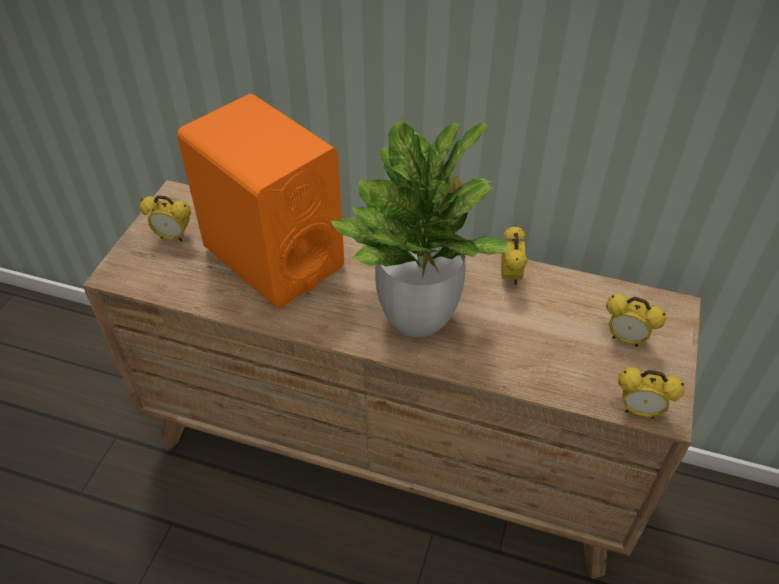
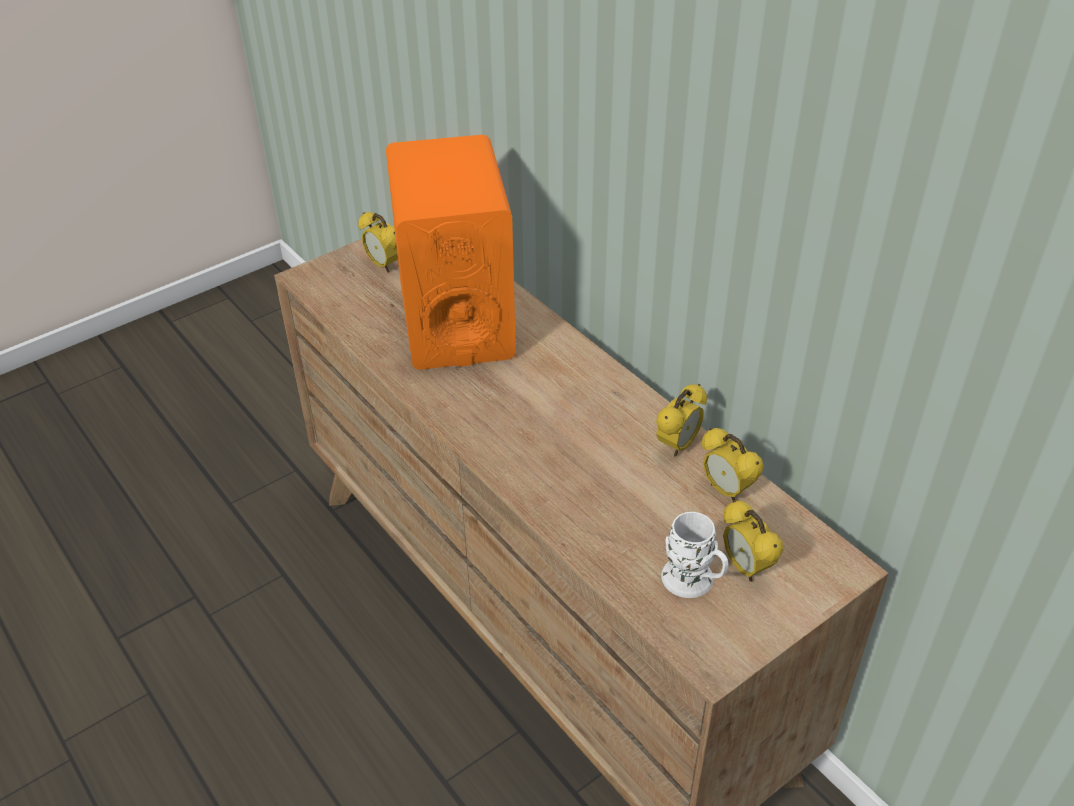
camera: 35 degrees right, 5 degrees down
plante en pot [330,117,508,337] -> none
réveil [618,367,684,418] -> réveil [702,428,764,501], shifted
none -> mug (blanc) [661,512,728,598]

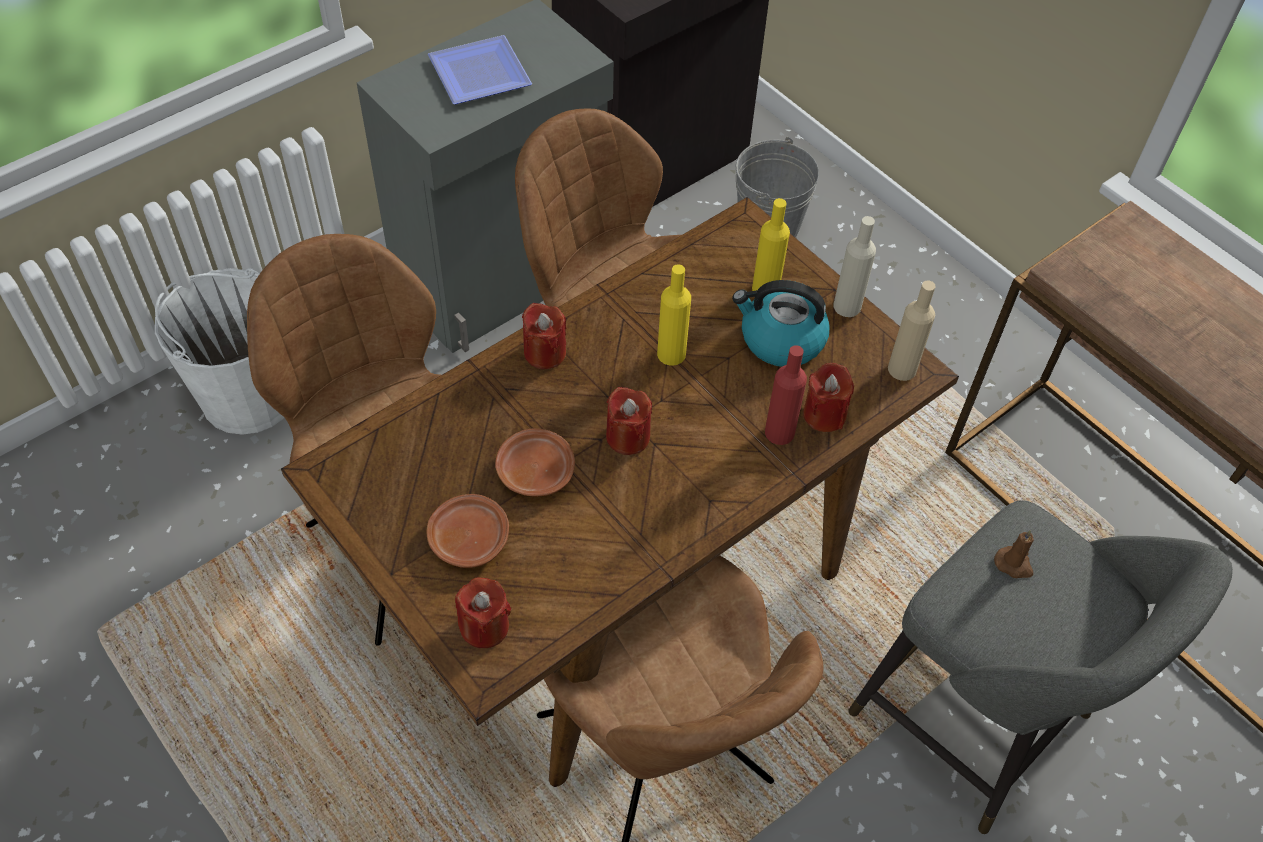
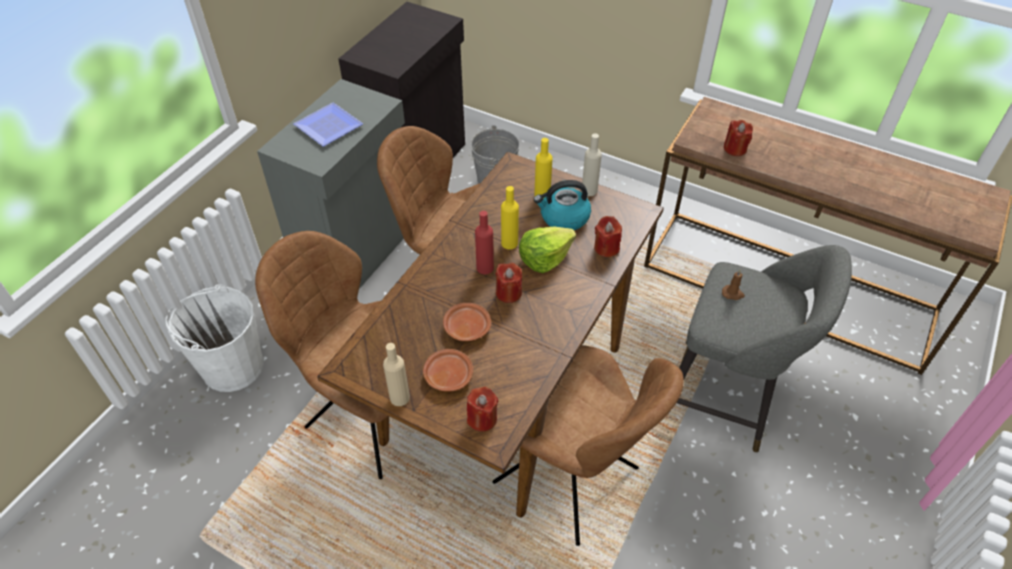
camera: 20 degrees left, 5 degrees down
bouteille (beige) [888,280,936,381] -> bouteille (beige) [383,343,410,406], shifted
bougie (rouge) [522,303,566,369] -> bougie (rouge) [724,120,753,156], shifted
bouteille (rouge) [765,345,807,445] -> bouteille (rouge) [475,211,494,274], shifted
none -> laitue [519,226,576,273]

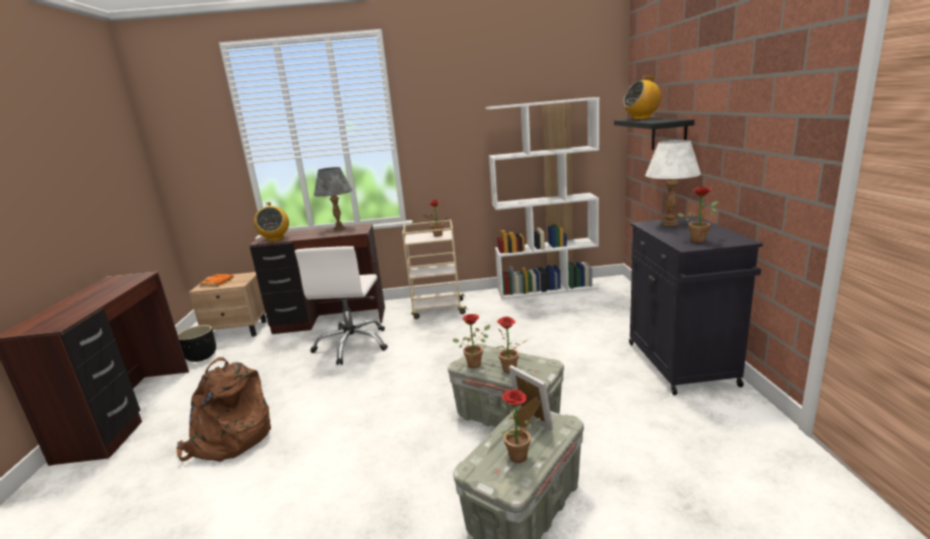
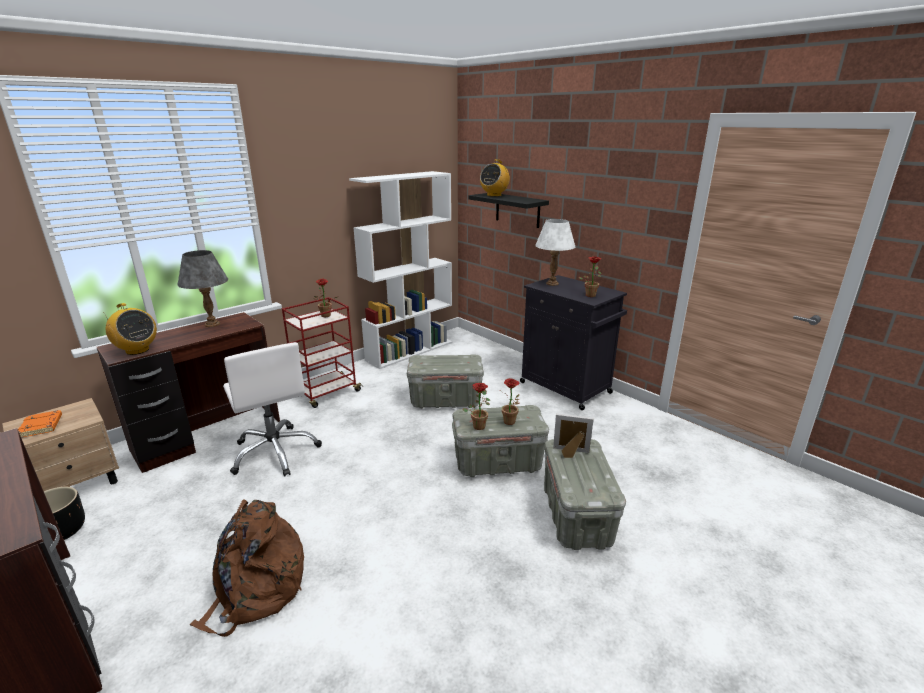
camera: 40 degrees left, 5 degrees up
chariot (beige) [402,220,468,319] -> chariot (rouge) [282,297,363,408]
plante en pot [501,389,541,463] -> none
none -> boîte de rangement (gris) [407,355,484,409]

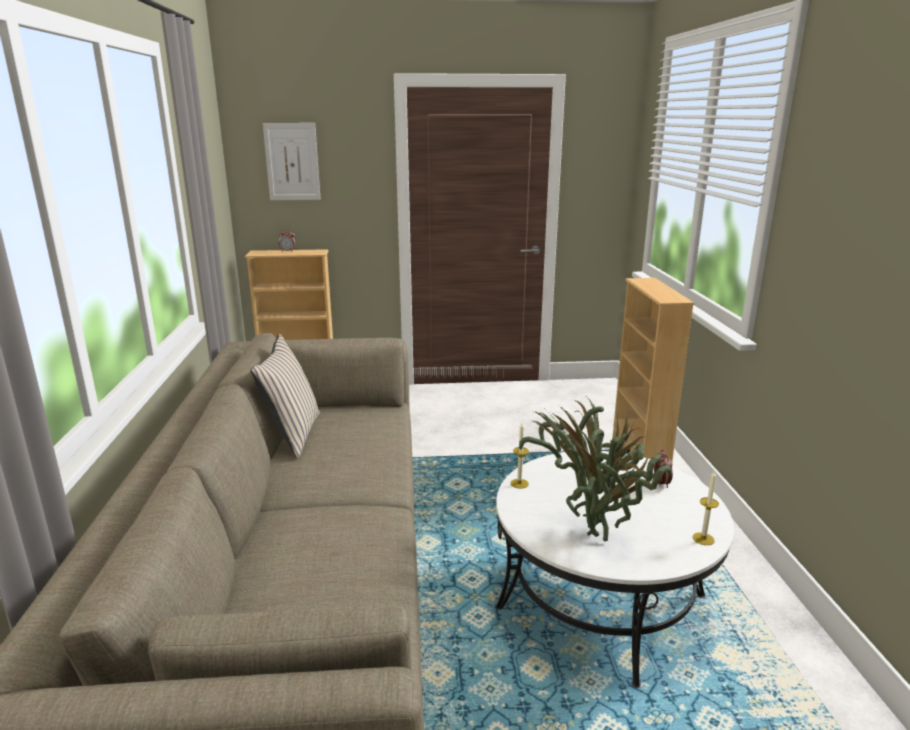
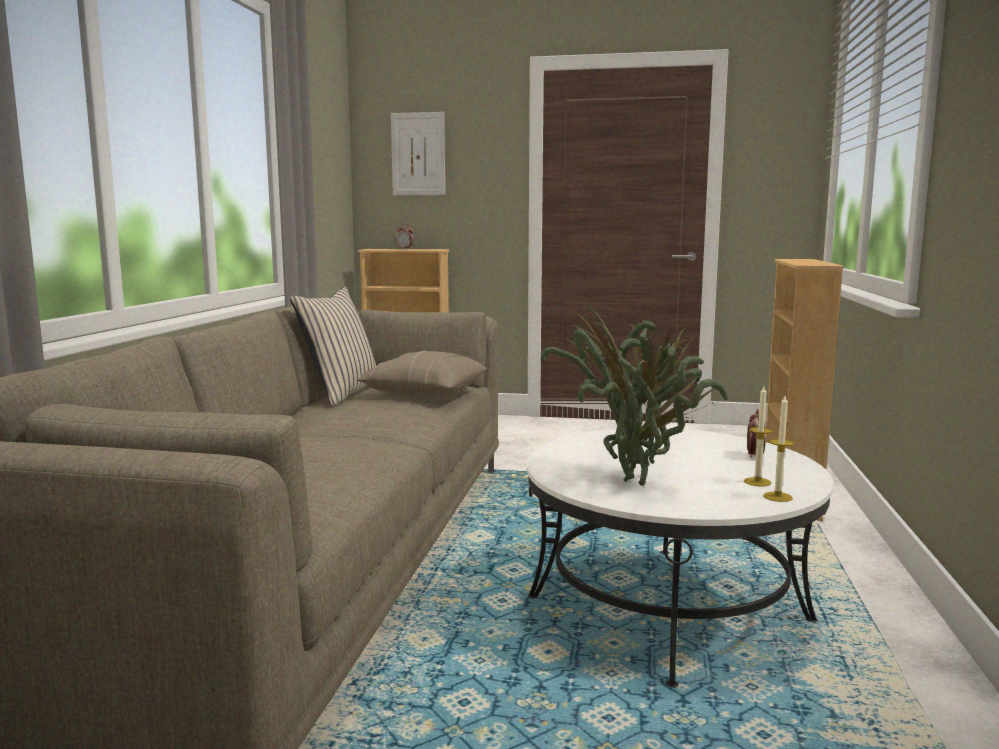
camera: 15 degrees right, 10 degrees down
bougie [511,423,529,489] -> bougie [744,386,773,487], shifted
none -> coussin (beige) [357,351,487,397]

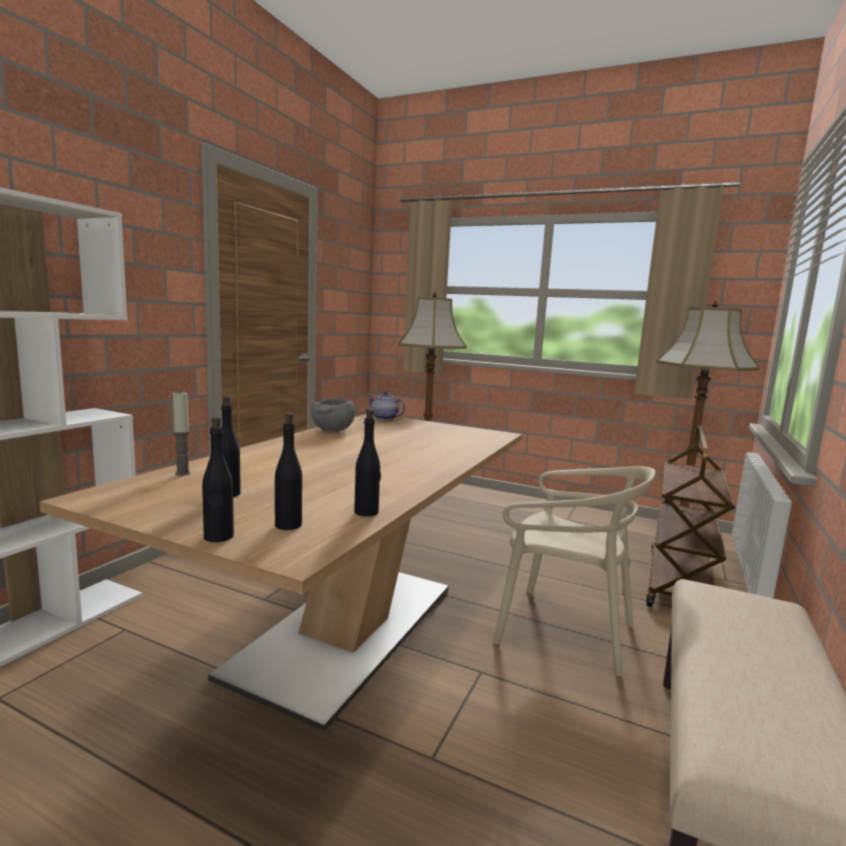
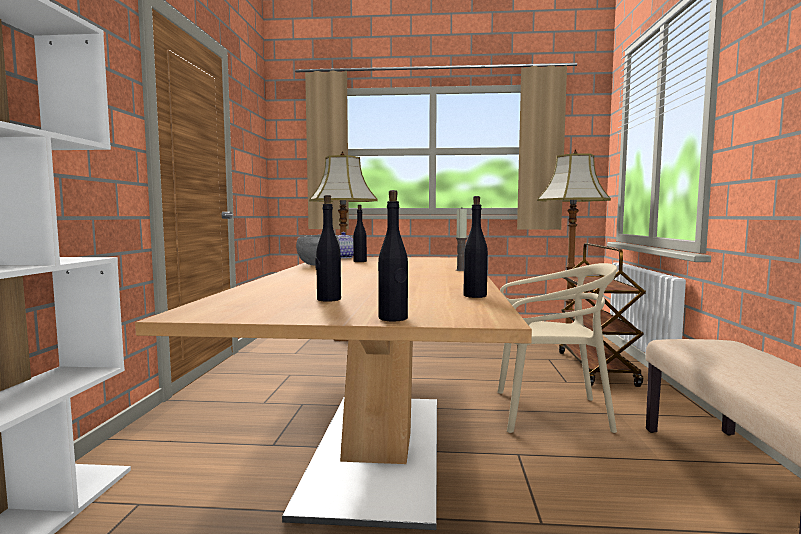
camera: 20 degrees left, 5 degrees down
bougie [173,391,191,476] -> bougie [456,209,467,271], shifted
bouteille (noir) [275,413,302,530] -> bouteille (noir) [353,205,367,262], shifted

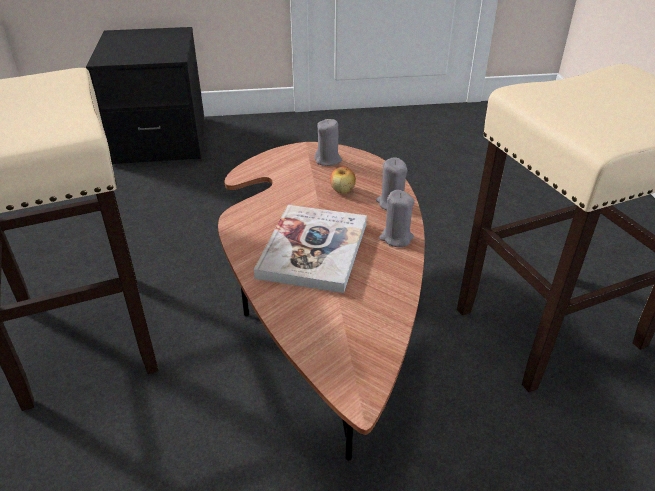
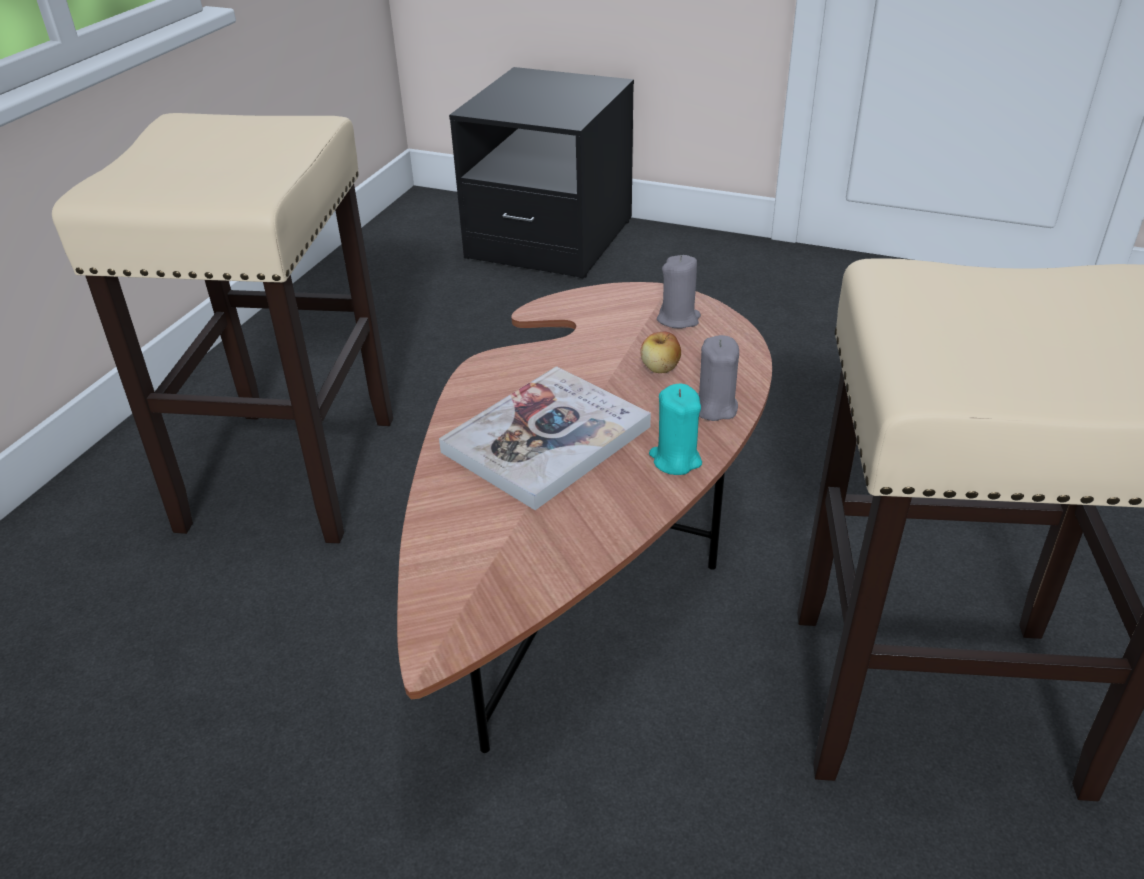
camera: 30 degrees right, 0 degrees up
bougie (gris) [379,190,415,247] -> bougie (turquoise) [649,384,702,475]

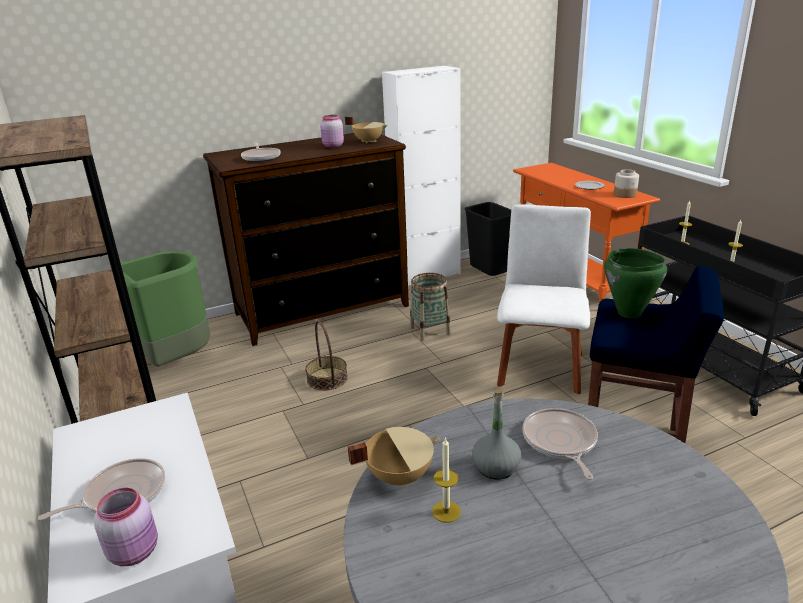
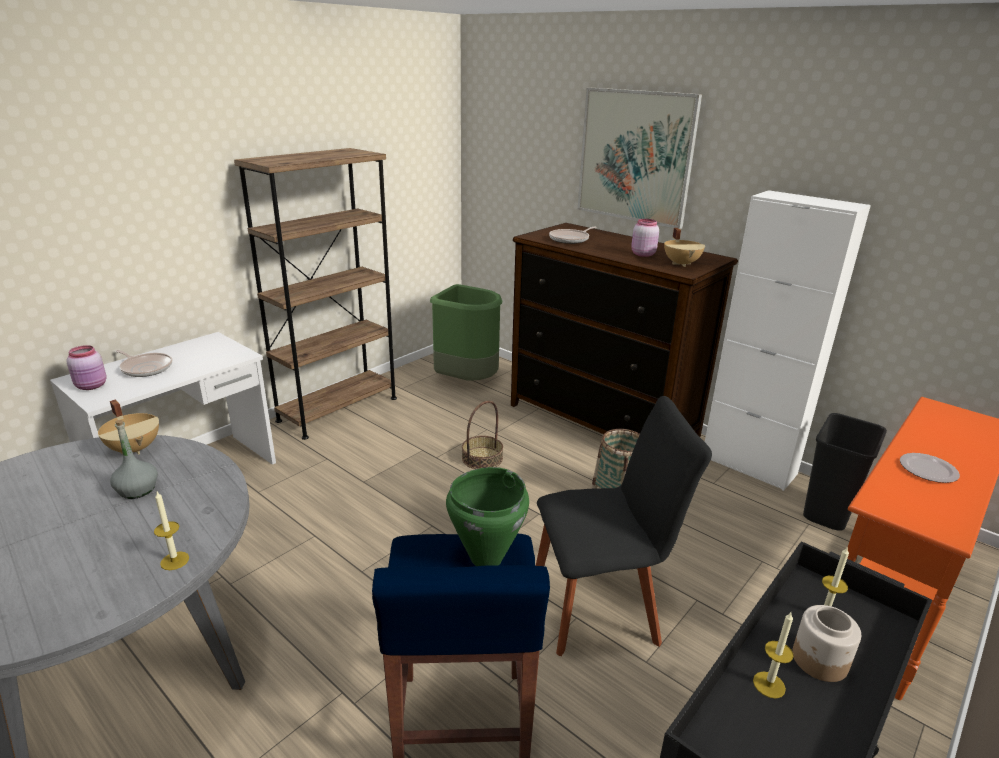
camera: 65 degrees right, 0 degrees up
bocal [614,169,639,198] -> bocal [792,605,861,682], shifted
chaise (blanc) [497,204,591,394] -> chaise (noir) [536,396,712,656]
poêle [522,408,598,480] -> none
bougie [432,437,461,523] -> bougie [154,492,189,570], shifted
none -> tableau [578,88,702,229]

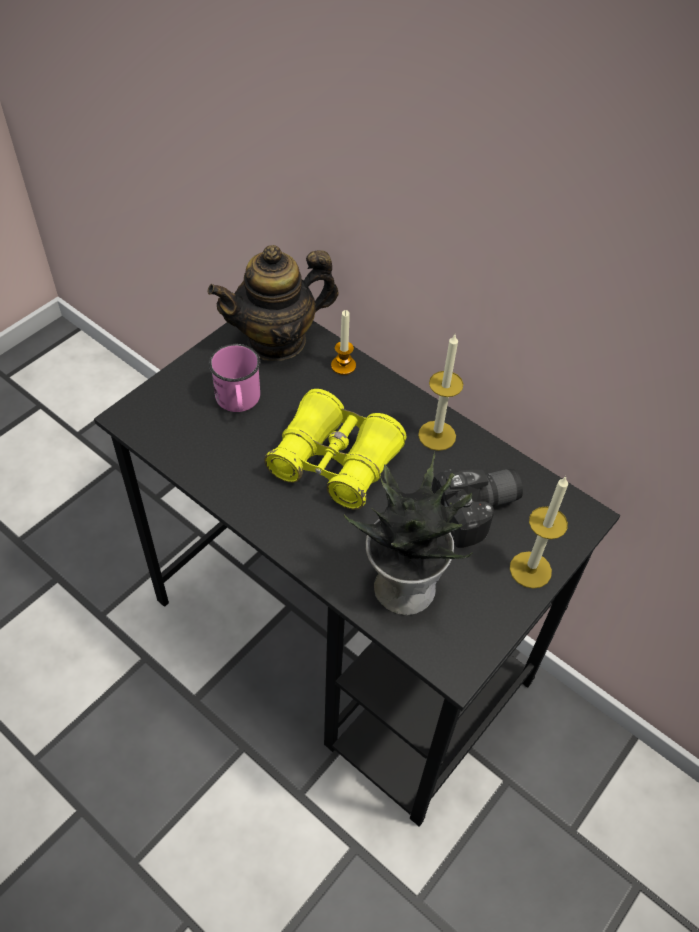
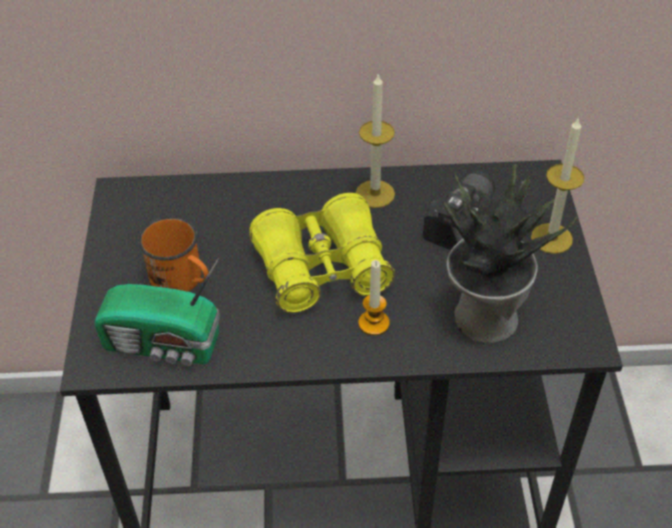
camera: 40 degrees left, 5 degrees down
théière [208,245,339,361] -> none
bougie [331,310,356,375] -> bougie [359,260,390,336], shifted
mug (rose) [209,344,260,412] -> mug (orange) [138,217,209,292]
none -> radio [95,258,220,366]

